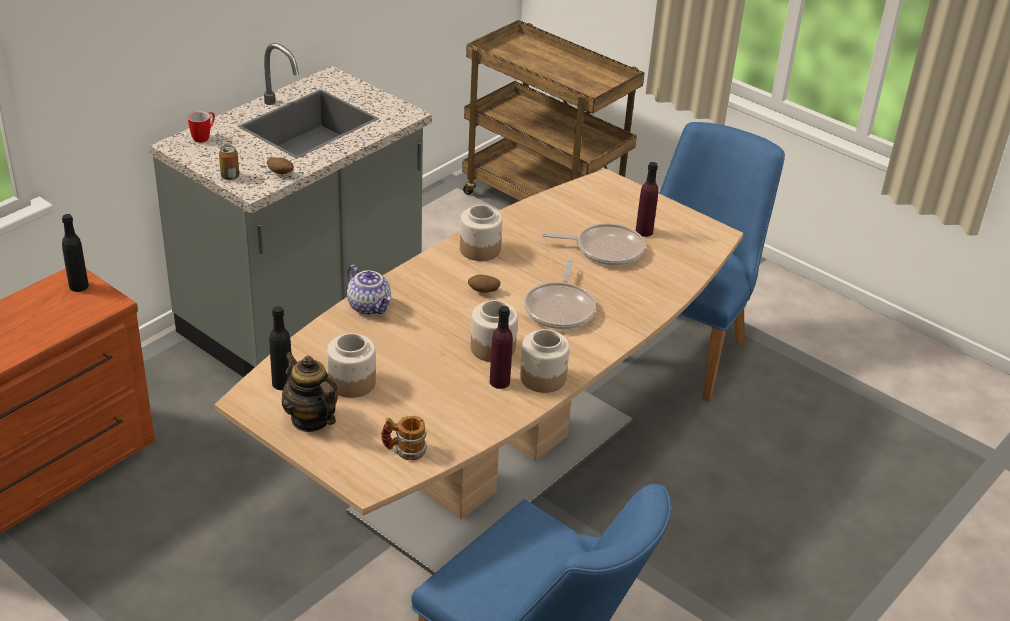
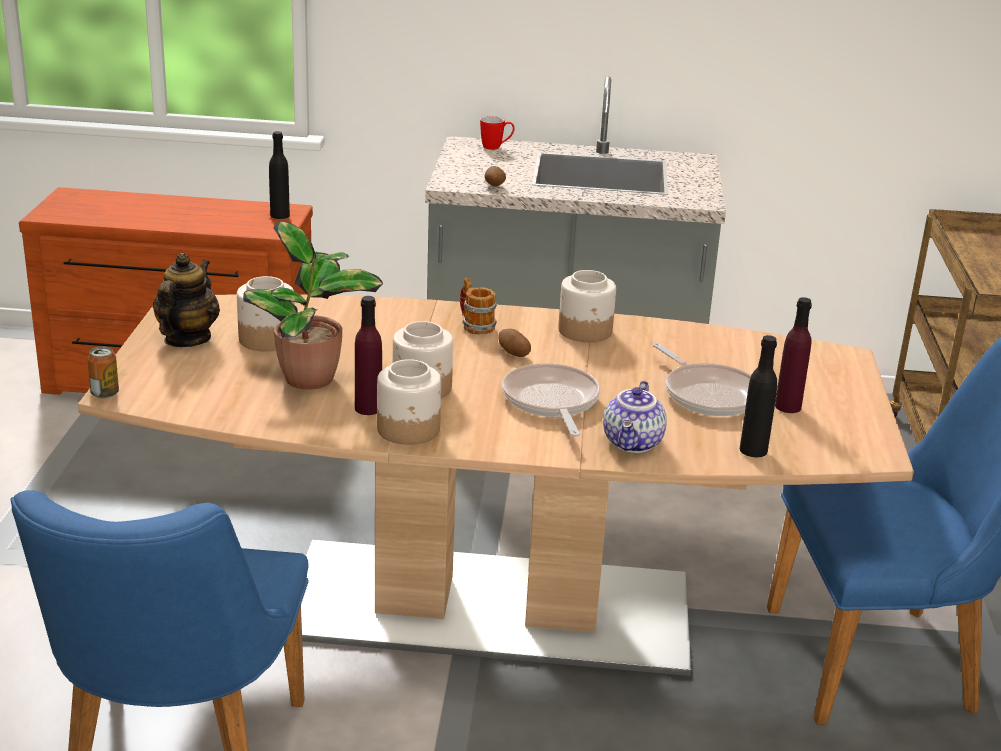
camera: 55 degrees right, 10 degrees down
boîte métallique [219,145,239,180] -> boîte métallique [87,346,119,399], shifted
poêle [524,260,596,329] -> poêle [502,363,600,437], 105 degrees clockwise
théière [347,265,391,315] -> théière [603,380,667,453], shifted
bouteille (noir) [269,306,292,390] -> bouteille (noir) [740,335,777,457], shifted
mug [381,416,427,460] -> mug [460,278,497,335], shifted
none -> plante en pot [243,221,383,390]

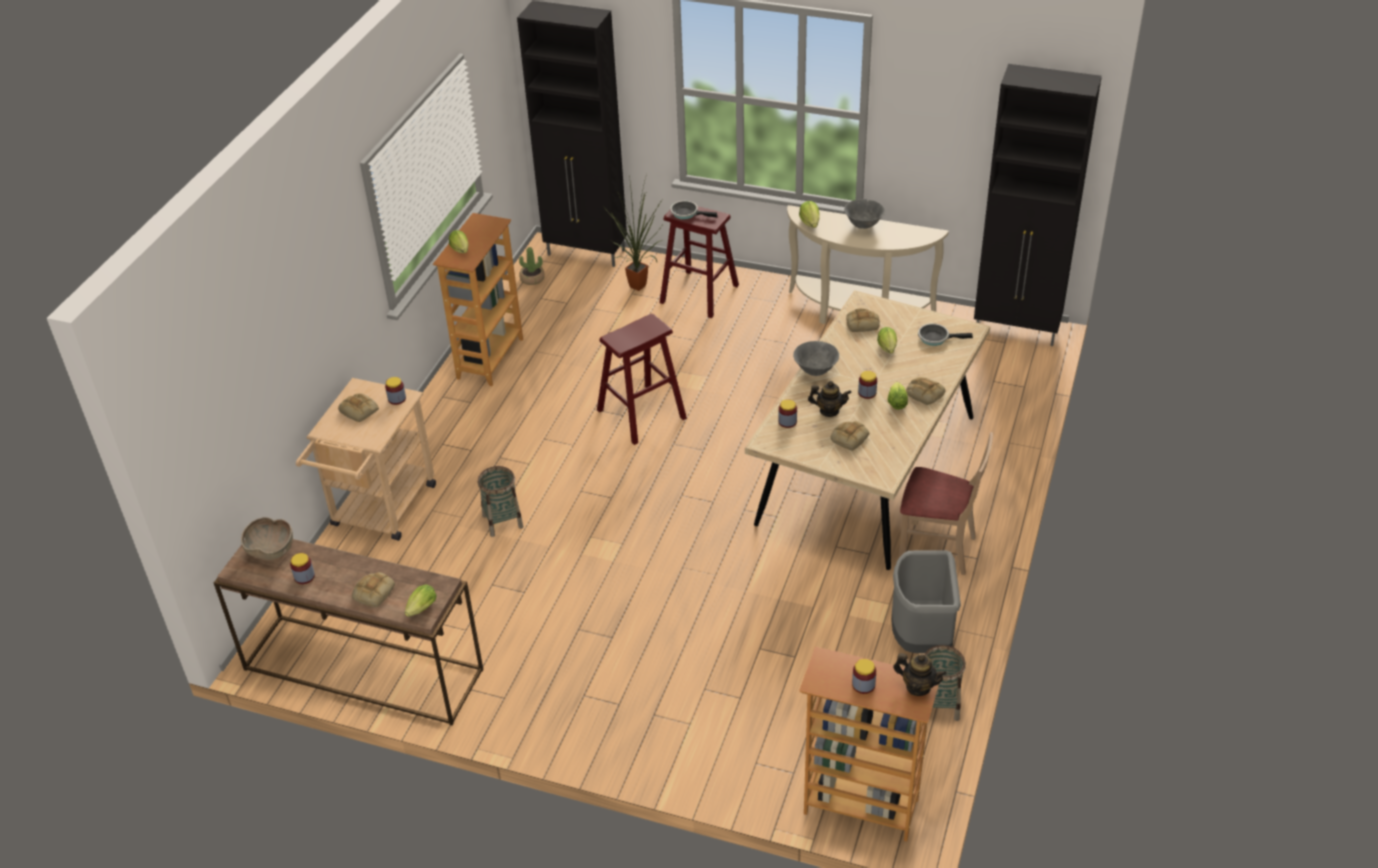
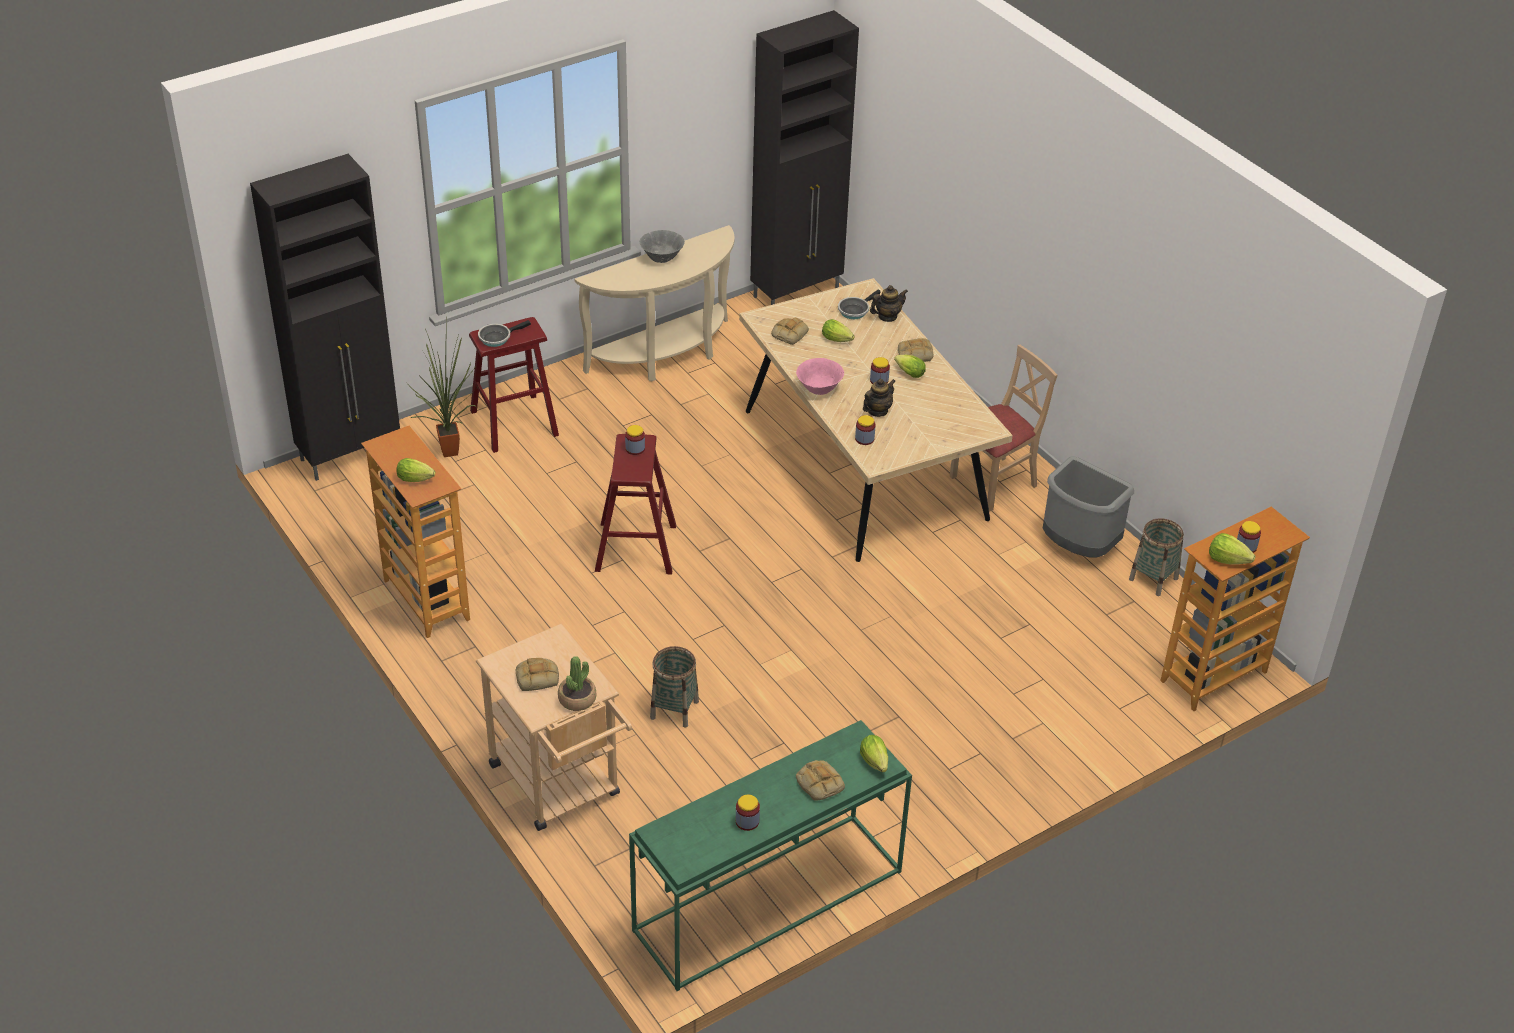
camera: 55 degrees left, 0 degrees up
laitue [799,201,820,228] -> laitue [1209,533,1256,565], shifted
plante en pot [519,247,545,285] -> plante en pot [558,656,597,711], shifted
bol (gris) [793,341,839,376] -> bol (rose) [796,358,844,395]
bocal [385,377,406,405] -> bocal [625,425,645,455], shifted
pain [830,421,869,451] -> none
bol (marron) [241,517,293,560] -> none
table console (marron) [214,539,484,725] -> table console (vert) [629,720,912,991]
théière [893,653,946,696] -> théière [870,285,908,322], shifted

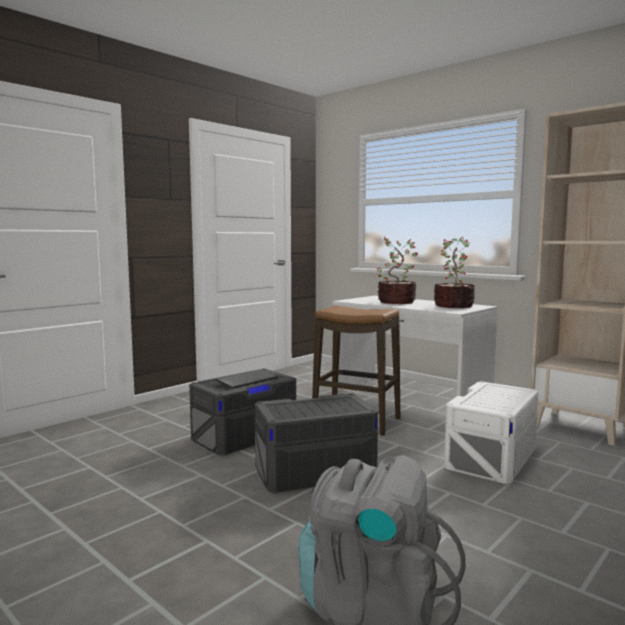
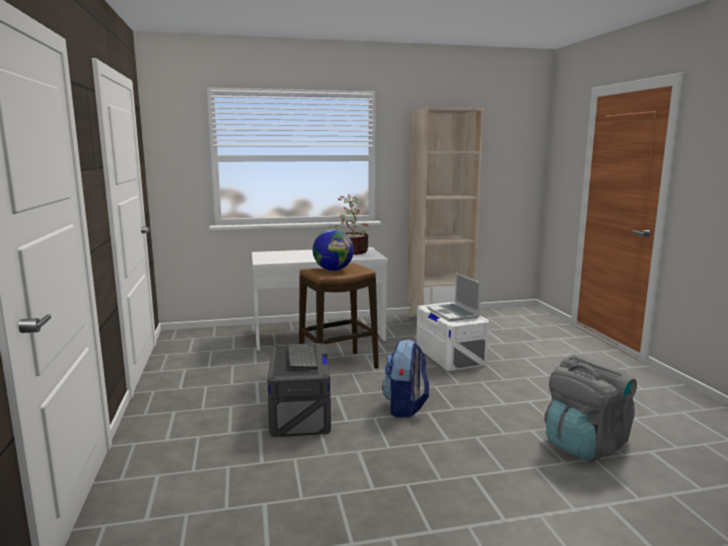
camera: 55 degrees left, 5 degrees up
plante en pot [377,237,418,304] -> none
boîte de rangement (gris) [255,393,378,493] -> sac à dos [382,339,429,417]
none -> globe [313,229,354,271]
none -> ordinateur portable [427,273,481,321]

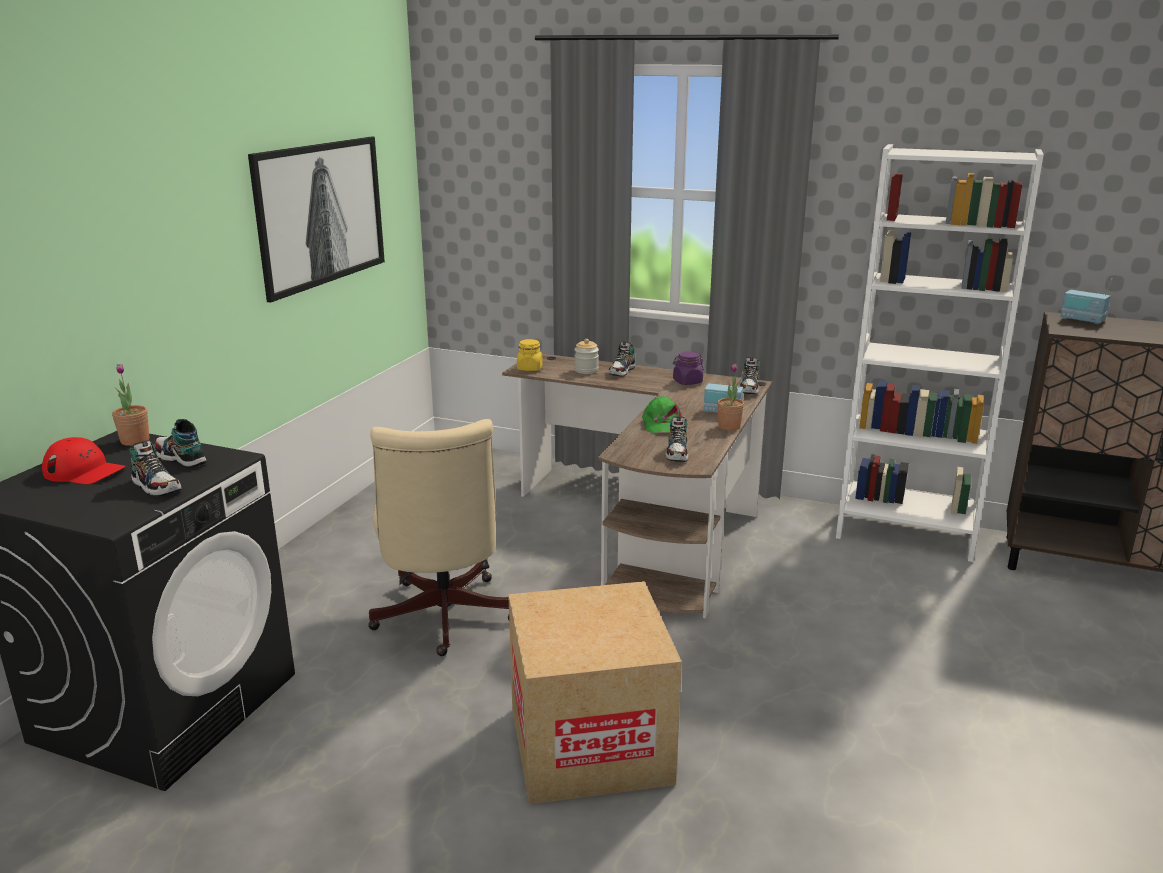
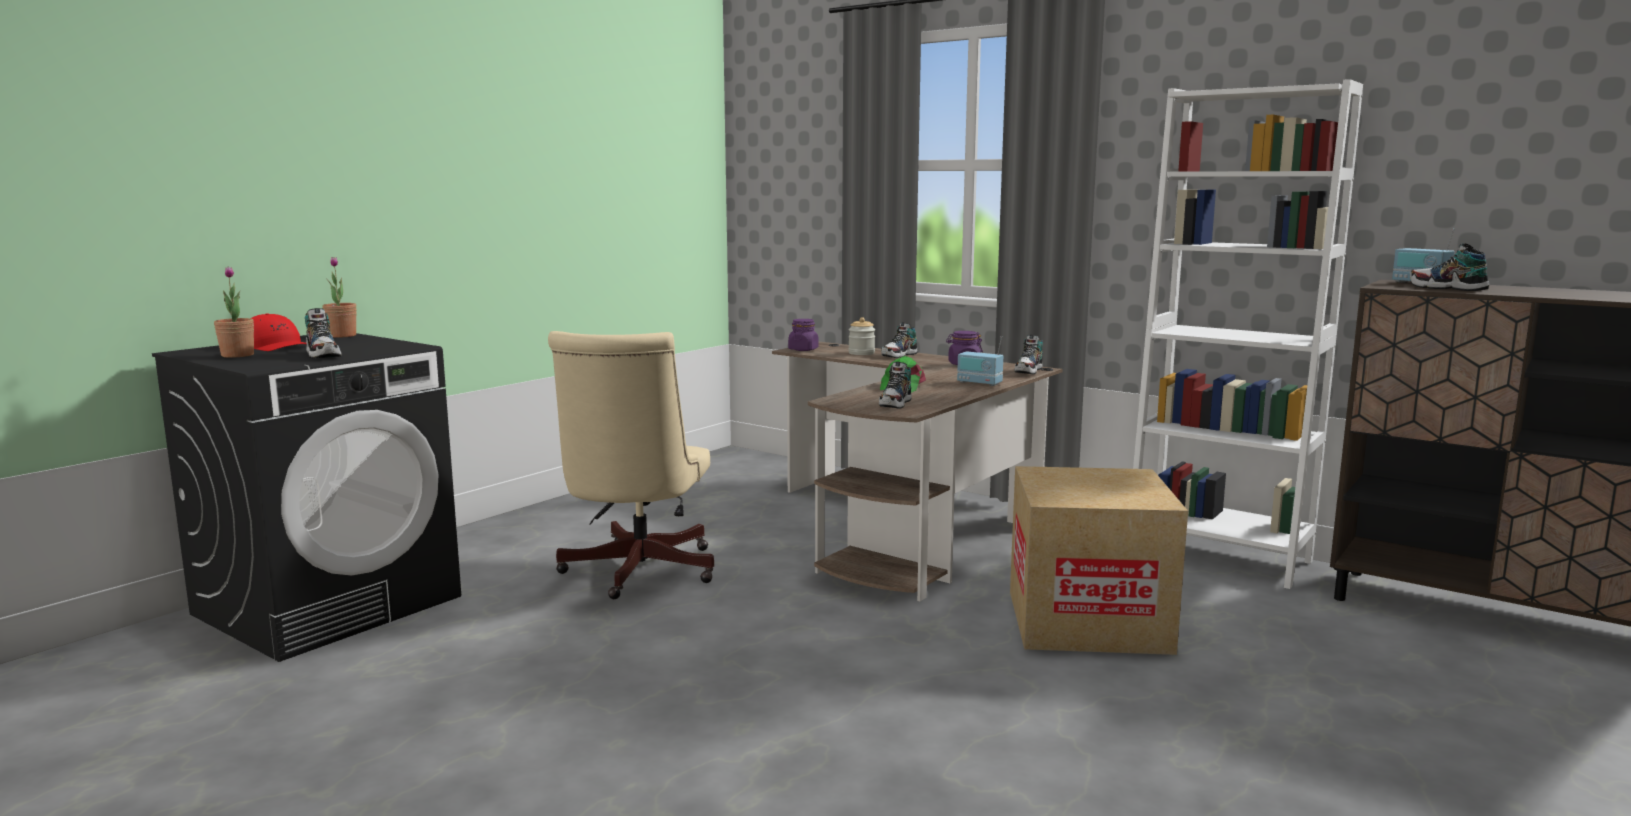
camera: 15 degrees right, 10 degrees down
tableau [248,137,385,302] -> none
bocal (jaune) [517,339,543,371] -> bocal (violet) [788,319,819,351]
plante en pot [717,364,744,431] -> plante en pot [214,267,254,358], shifted
chaussure [154,419,206,468] -> chaussure [1410,243,1489,291], shifted
carton [508,581,682,805] -> carton [1010,466,1188,655], shifted

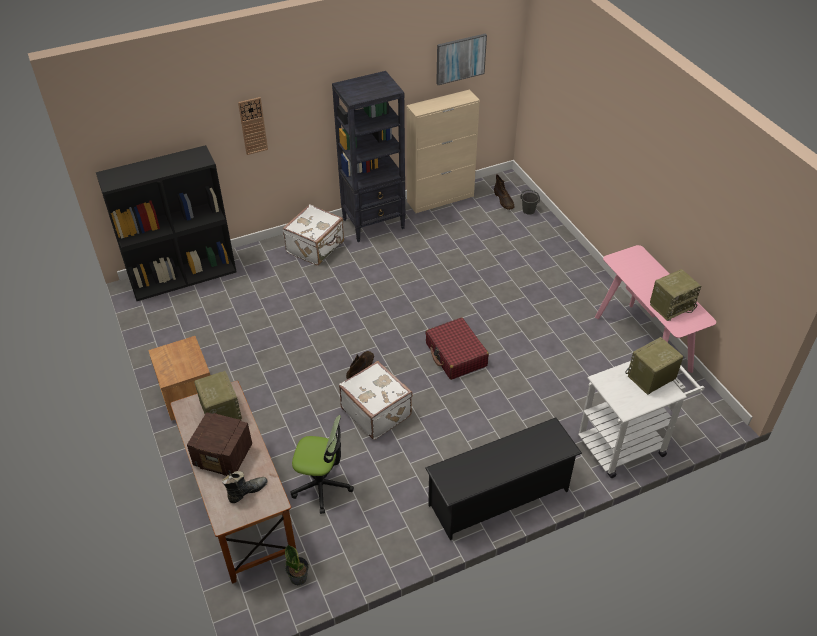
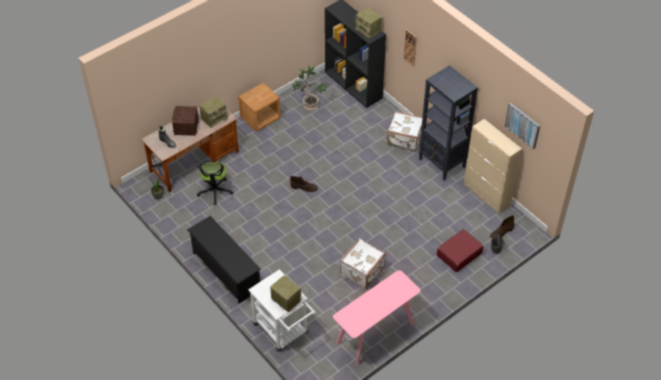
camera: 75 degrees right, 5 degrees up
radio [650,269,701,321] -> radio [355,7,382,39], shifted
valise (rouge) [425,318,489,380] -> valise (rouge) [437,229,484,272], shifted
valise (blanc) [339,361,413,440] -> valise (blanc) [340,238,386,289], shifted
none -> plante en pot [292,66,329,111]

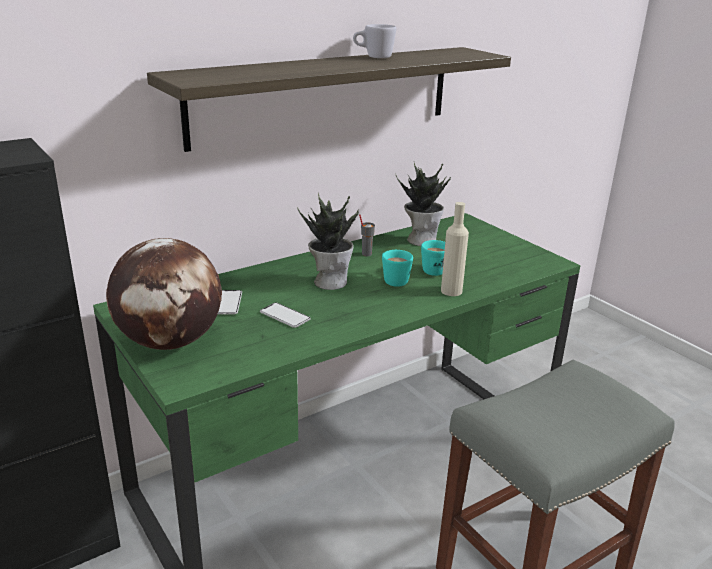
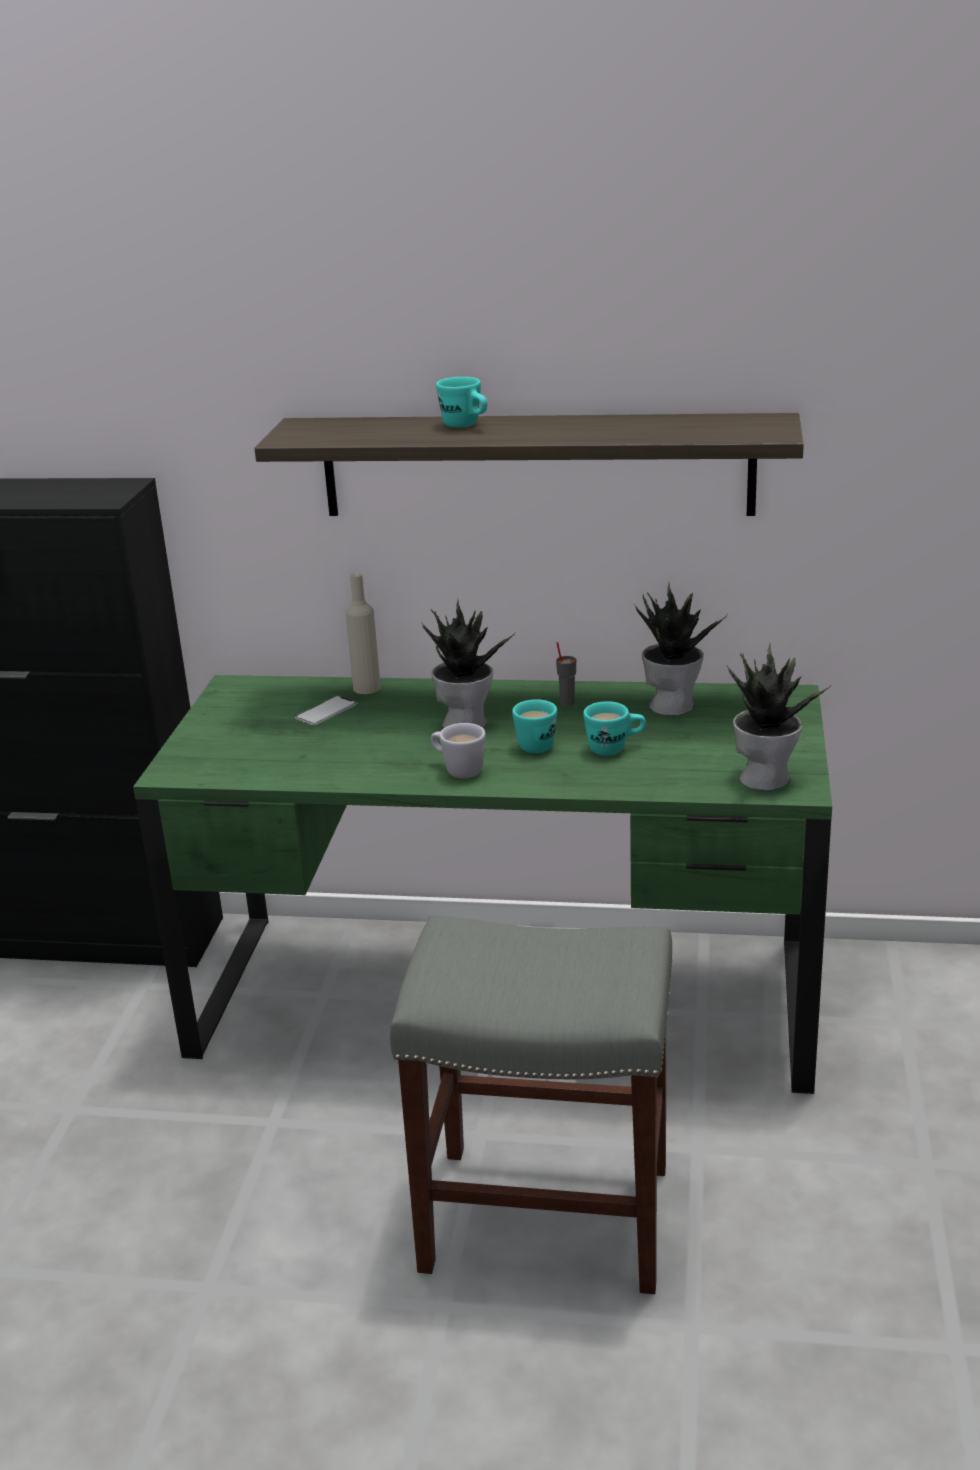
camera: 45 degrees right, 0 degrees up
mug (blanc) [353,24,396,58] -> mug (blanc) [431,723,486,778], shifted
bouteille (beige) [441,202,469,296] -> bouteille (beige) [345,573,381,694], shifted
globe [106,238,222,350] -> none
téléphone [260,303,311,328] -> none
none -> mug (turquoise) [436,377,487,428]
none -> plante en pot [726,644,832,790]

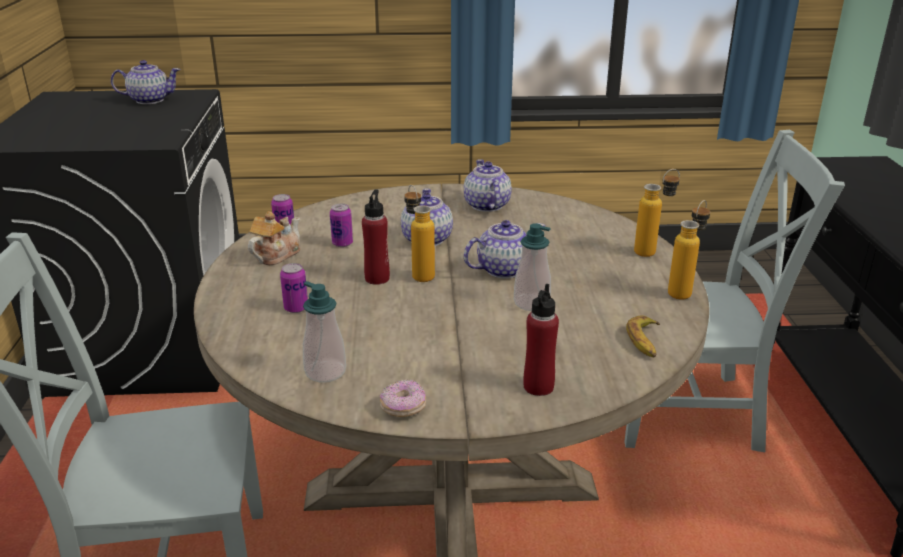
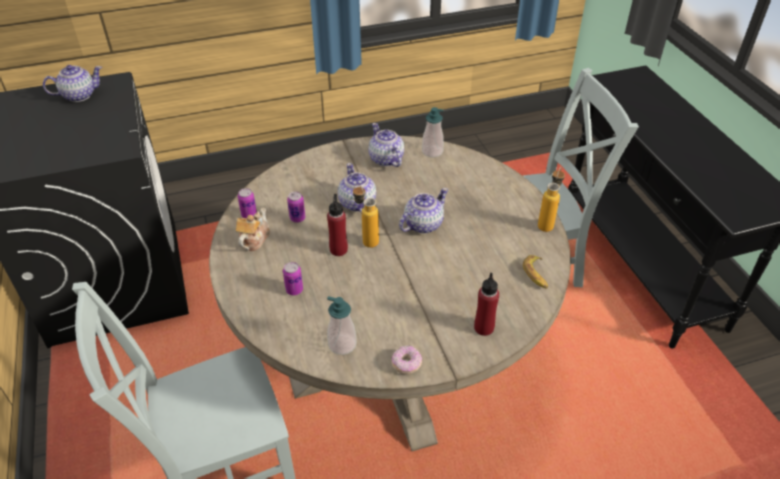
camera: 15 degrees left, 15 degrees up
bouteille [634,169,680,257] -> none
distributeur de savon [514,223,551,311] -> distributeur de savon [422,107,444,157], shifted

